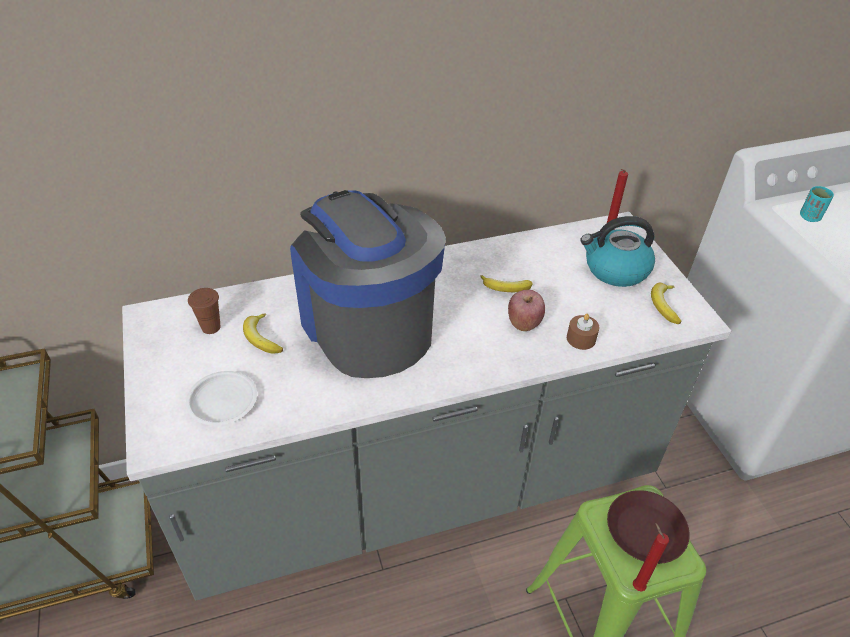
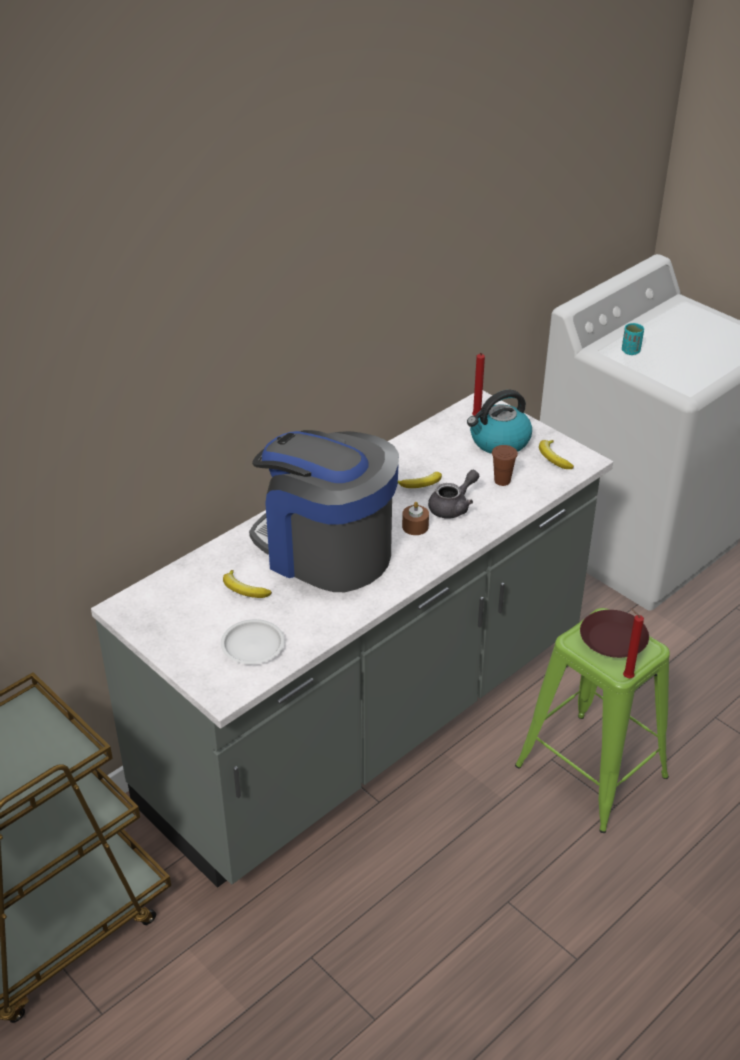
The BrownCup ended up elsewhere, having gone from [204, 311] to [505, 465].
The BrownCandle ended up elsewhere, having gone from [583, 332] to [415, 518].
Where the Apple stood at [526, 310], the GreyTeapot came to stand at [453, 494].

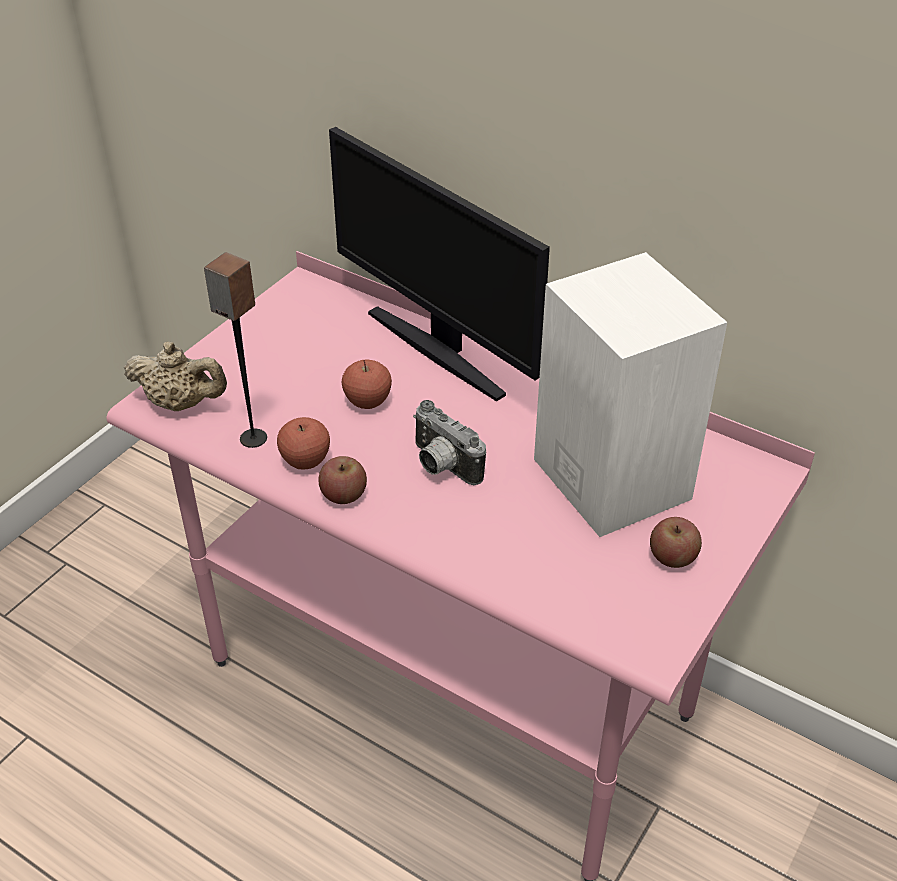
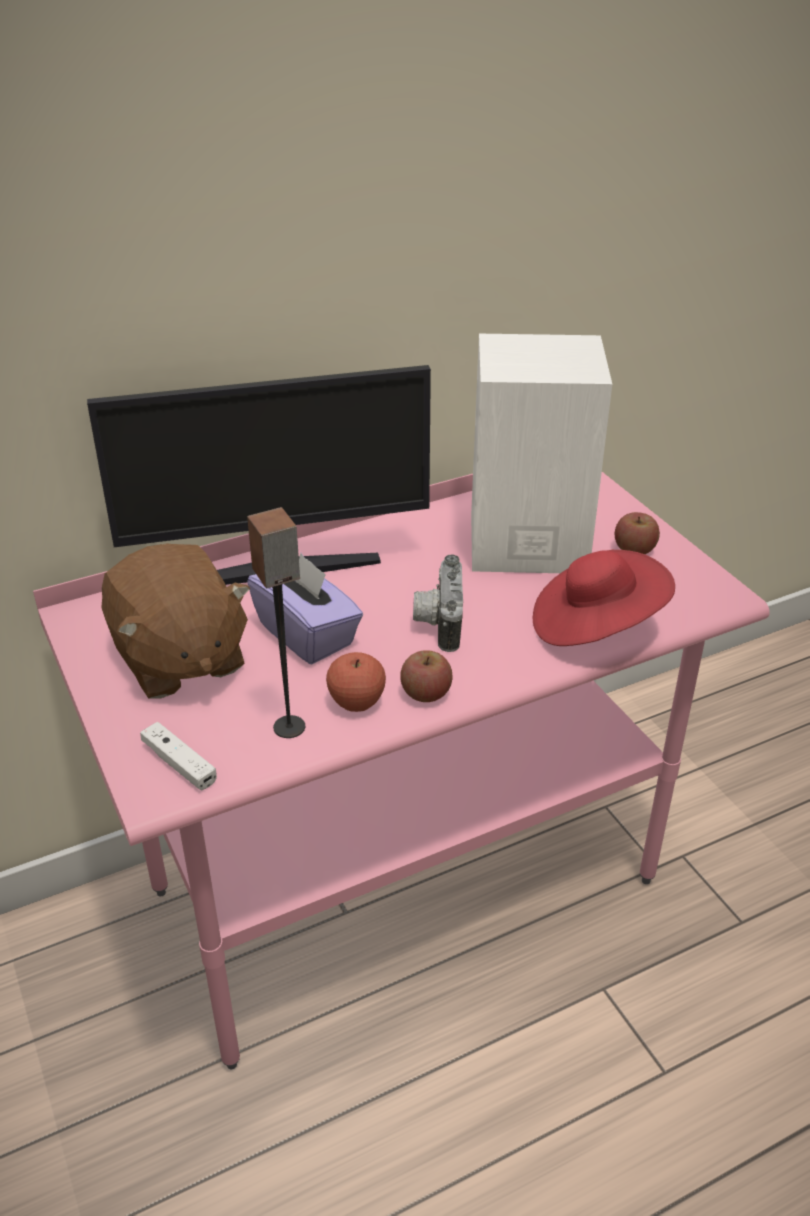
The second view gained the BrownPlushToy at [175, 621].
The second view gained the RedHat at [604, 598].
Where the BeigeTeapot stood at [175, 376], the WhiteGameController came to stand at [178, 756].
Where the Apple stood at [367, 384], the PurpleTissueBox came to stand at [305, 608].
The PhotoCamera at [449, 442] ended up facing another way, 105 degrees clockwise from before.

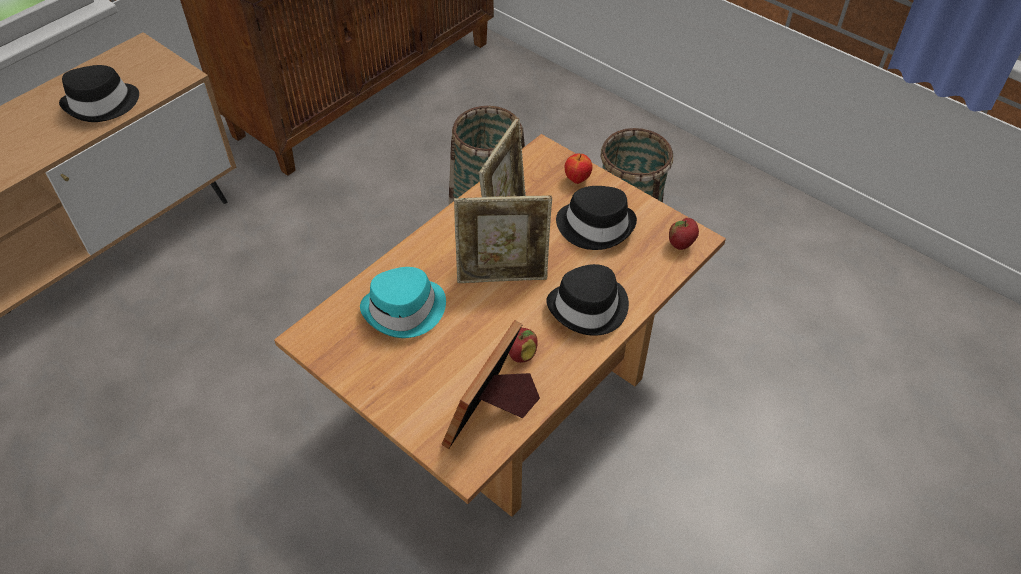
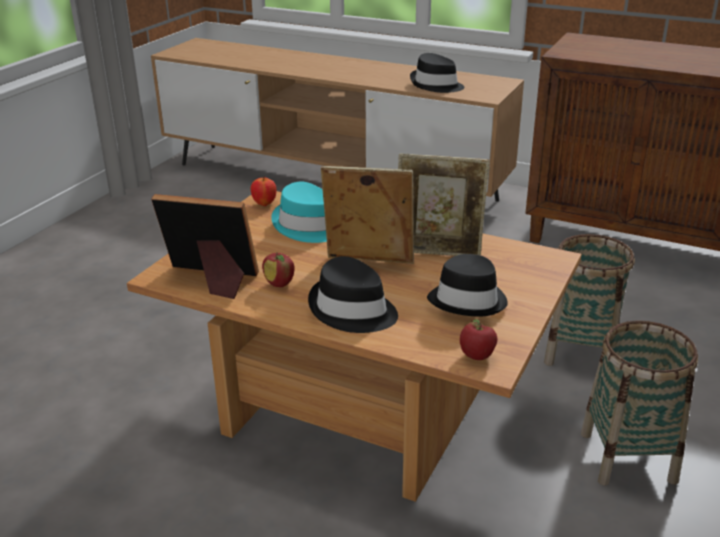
The Apple ended up elsewhere, having gone from [578, 168] to [264, 191].
The PictureFrame at [503, 239] ended up facing another way, 120 degrees clockwise from before.

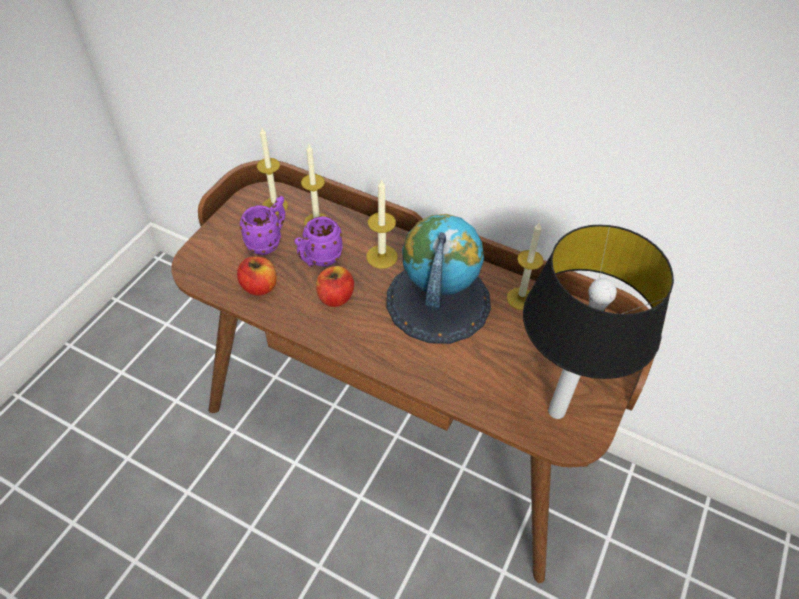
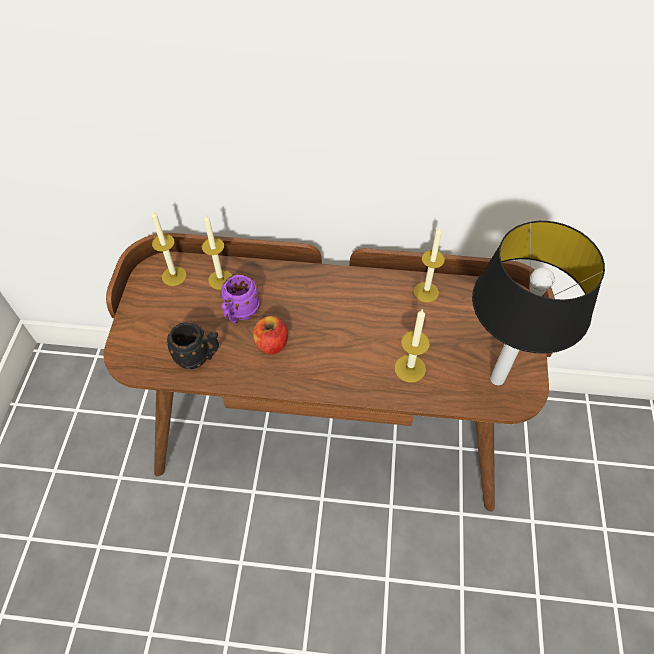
The second view lost the PurpleMug at [262, 225].
The second view lost the Globe at [439, 279].
The Candle ended up elsewhere, having gone from [382, 223] to [412, 346].
Where the Apple stood at [257, 276], the BlackMug came to stand at [192, 346].

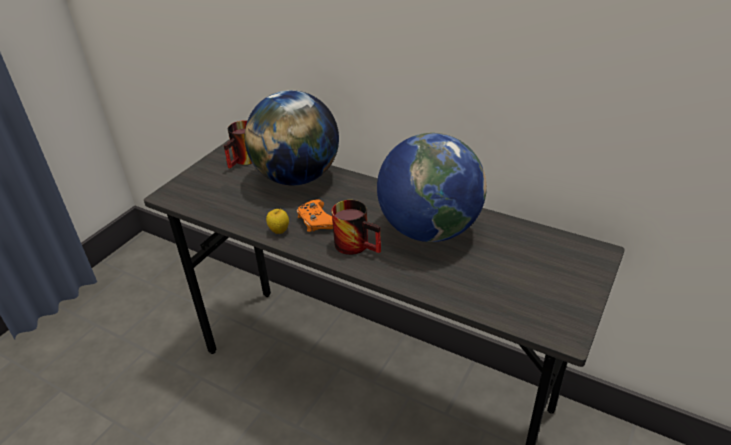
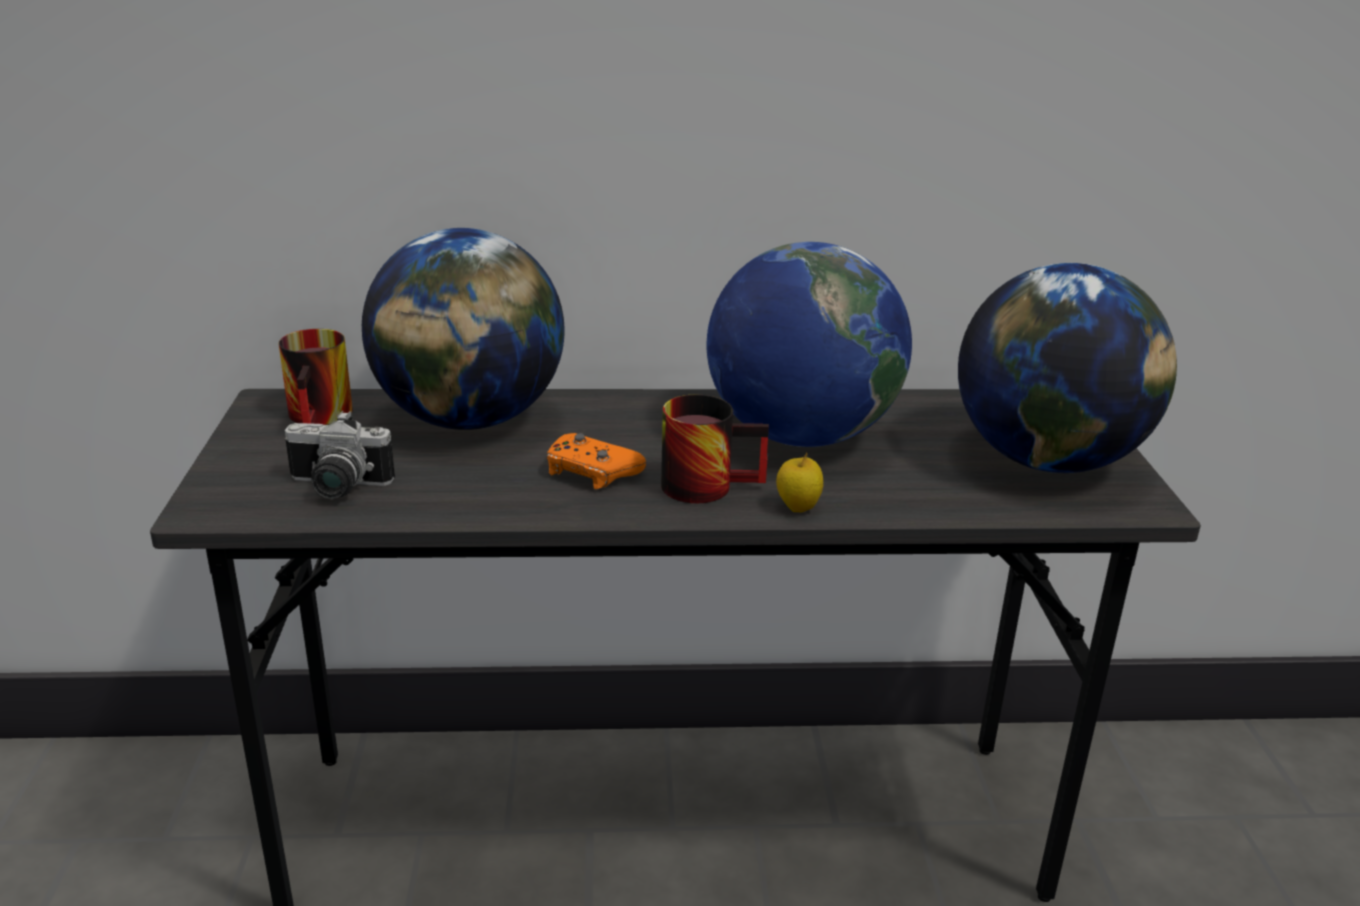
The second view gained the PhotoCamera at [340, 455].
The second view gained the Globe at [1067, 368].
The Apple ended up elsewhere, having gone from [277, 221] to [799, 483].

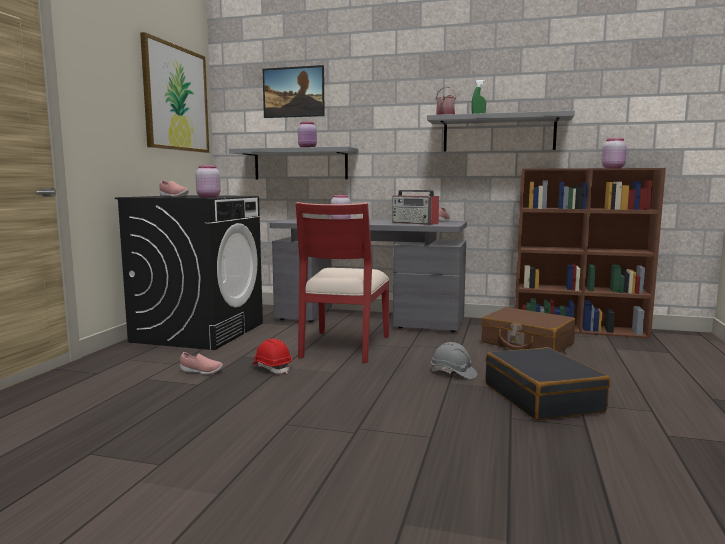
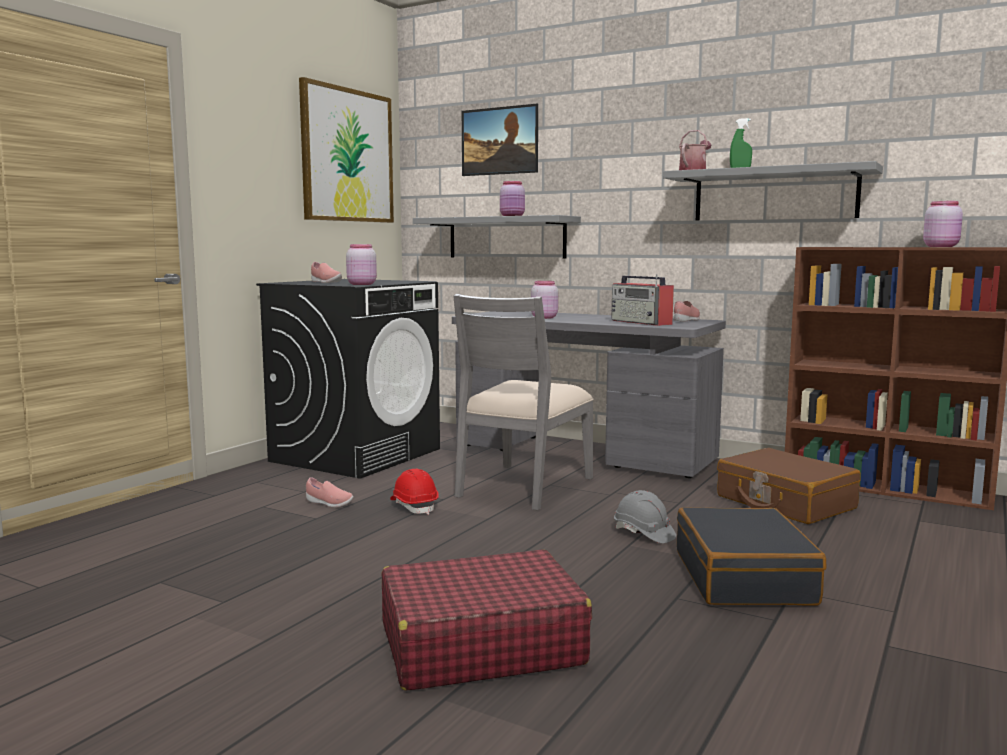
The second view gained the RedSuitcase at [487, 620].
What was the RedChair at [342, 282] turned into the GreyChair at [523, 402].

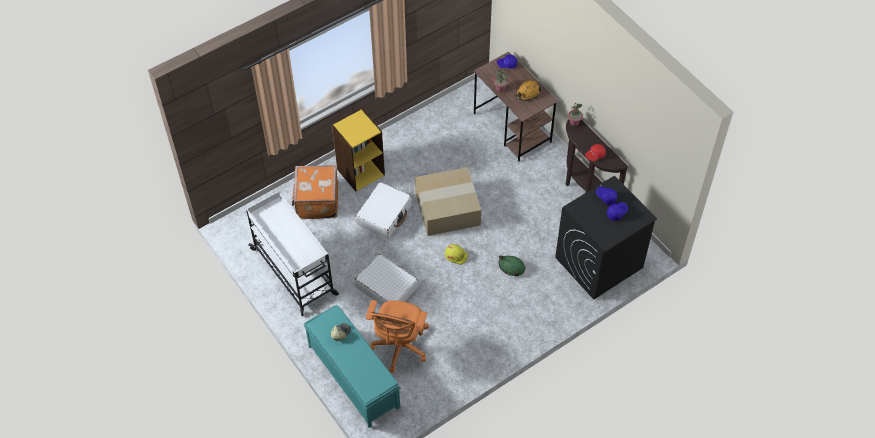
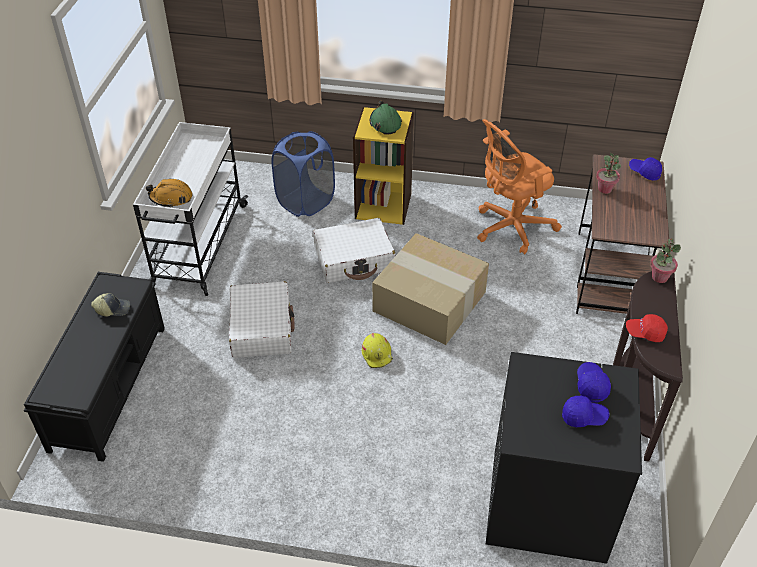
The OrangeOfficeChair ended up elsewhere, having gone from [397, 336] to [519, 187].
The GreenHardHat ended up elsewhere, having gone from [512, 265] to [386, 118].
The OrangeHardHat ended up elsewhere, having gone from [528, 90] to [169, 193].
Where the OrangeSuitcase stood at [315, 192], the BlueLaundryBasket came to stand at [303, 174].
What was the TurquoiseBench at [352, 366] turned into the BlackBench at [94, 367].

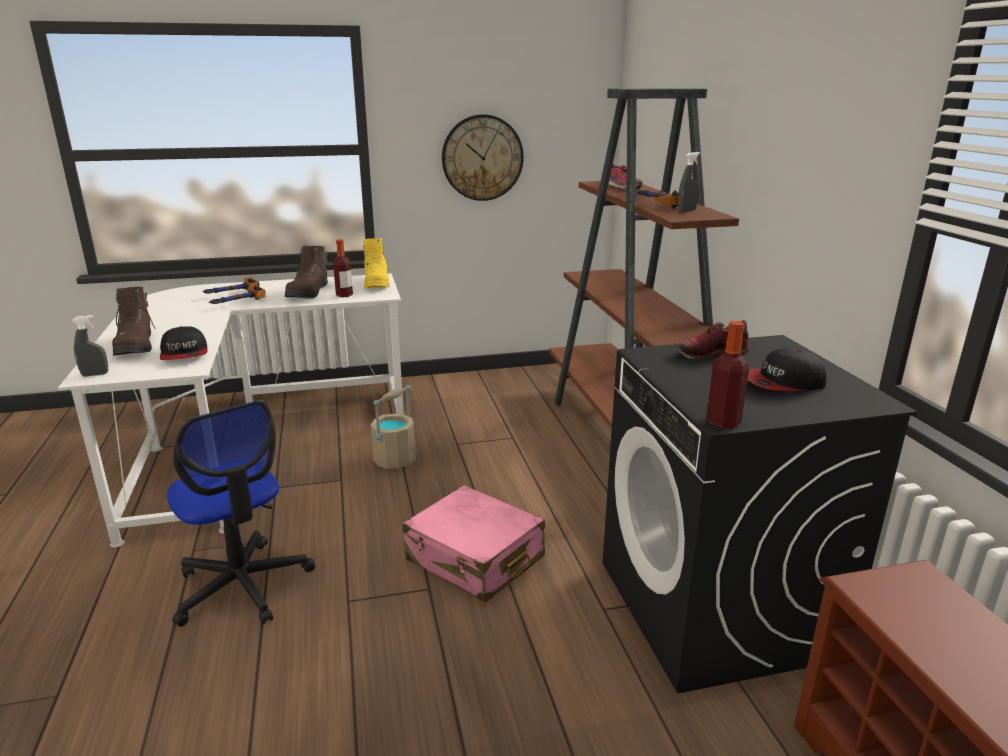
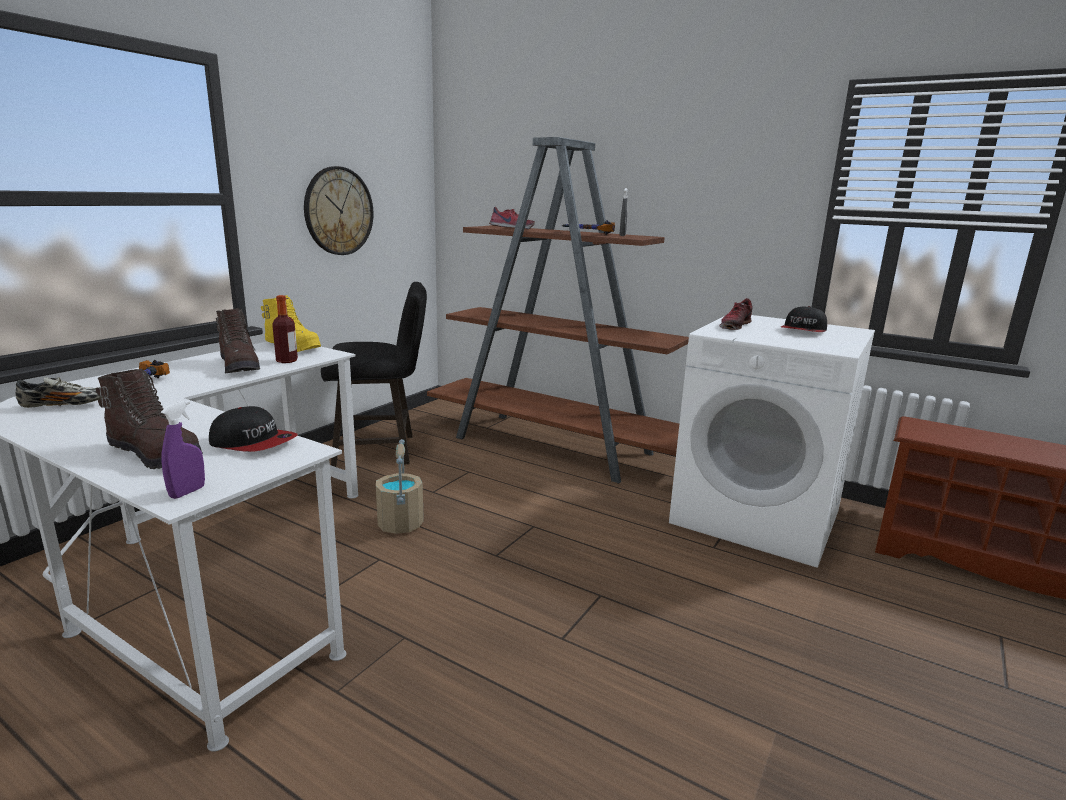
The second view lost the OfficeChair at [241, 513].
The second view lost the Hammer at [238, 294].
The second view lost the PinkSuitcase at [473, 544].
The second view lost the Bottle at [727, 374].
The second view gained the Shoe at [59, 392].
The second view gained the BlackStool at [374, 374].
What was the GreySprayBottle at [90, 346] turned into the PurpleSprayBottle at [183, 449].
What was the BlackWashingMachine at [759, 514] turned into the WhiteWashingMachine at [772, 441].

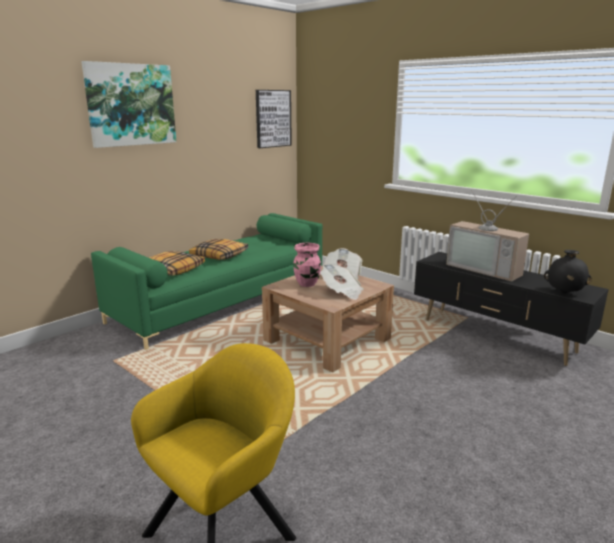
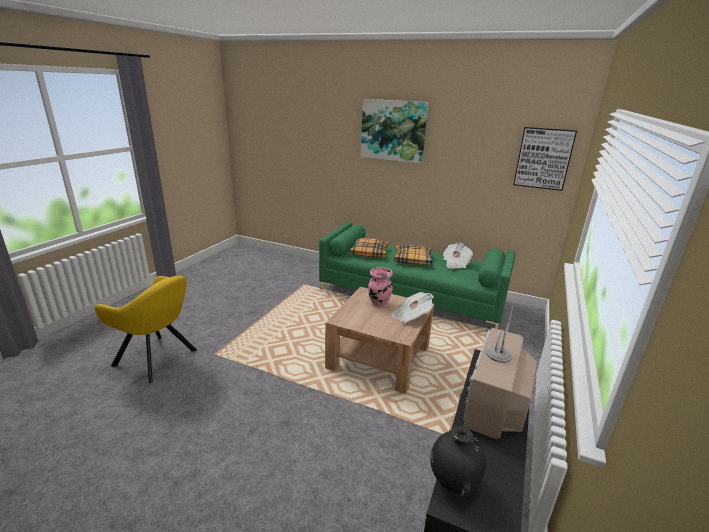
The Newspaper ended up elsewhere, having gone from [342, 282] to [458, 256].

